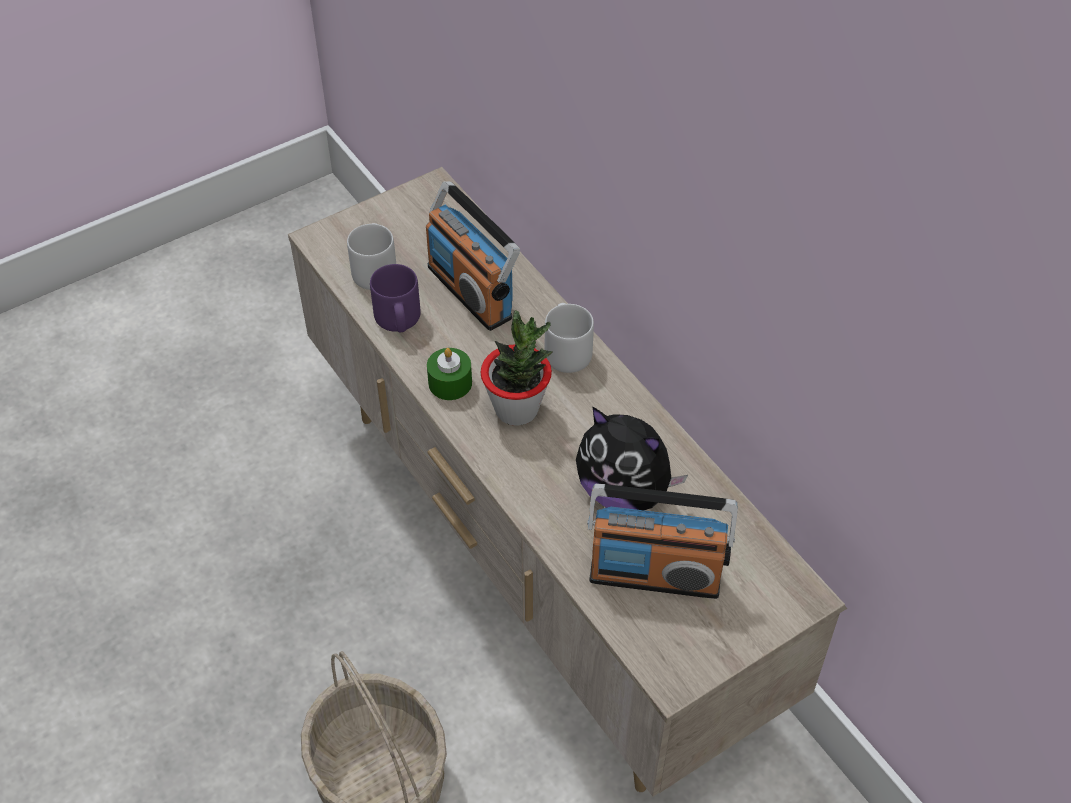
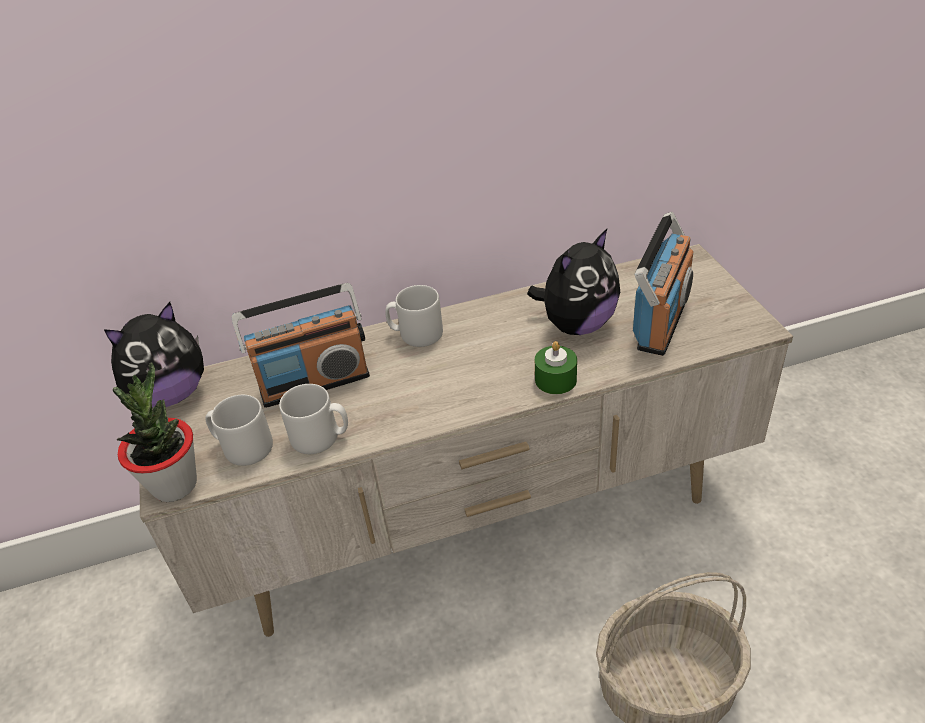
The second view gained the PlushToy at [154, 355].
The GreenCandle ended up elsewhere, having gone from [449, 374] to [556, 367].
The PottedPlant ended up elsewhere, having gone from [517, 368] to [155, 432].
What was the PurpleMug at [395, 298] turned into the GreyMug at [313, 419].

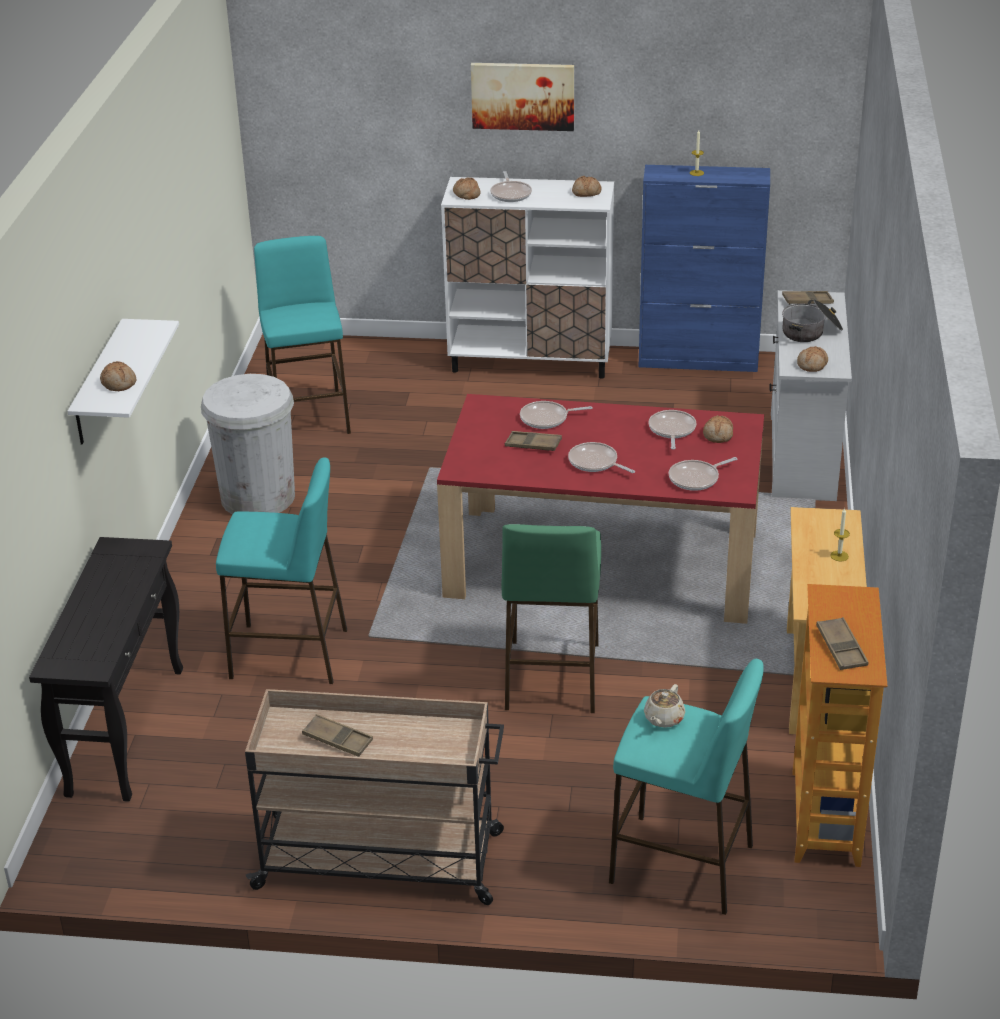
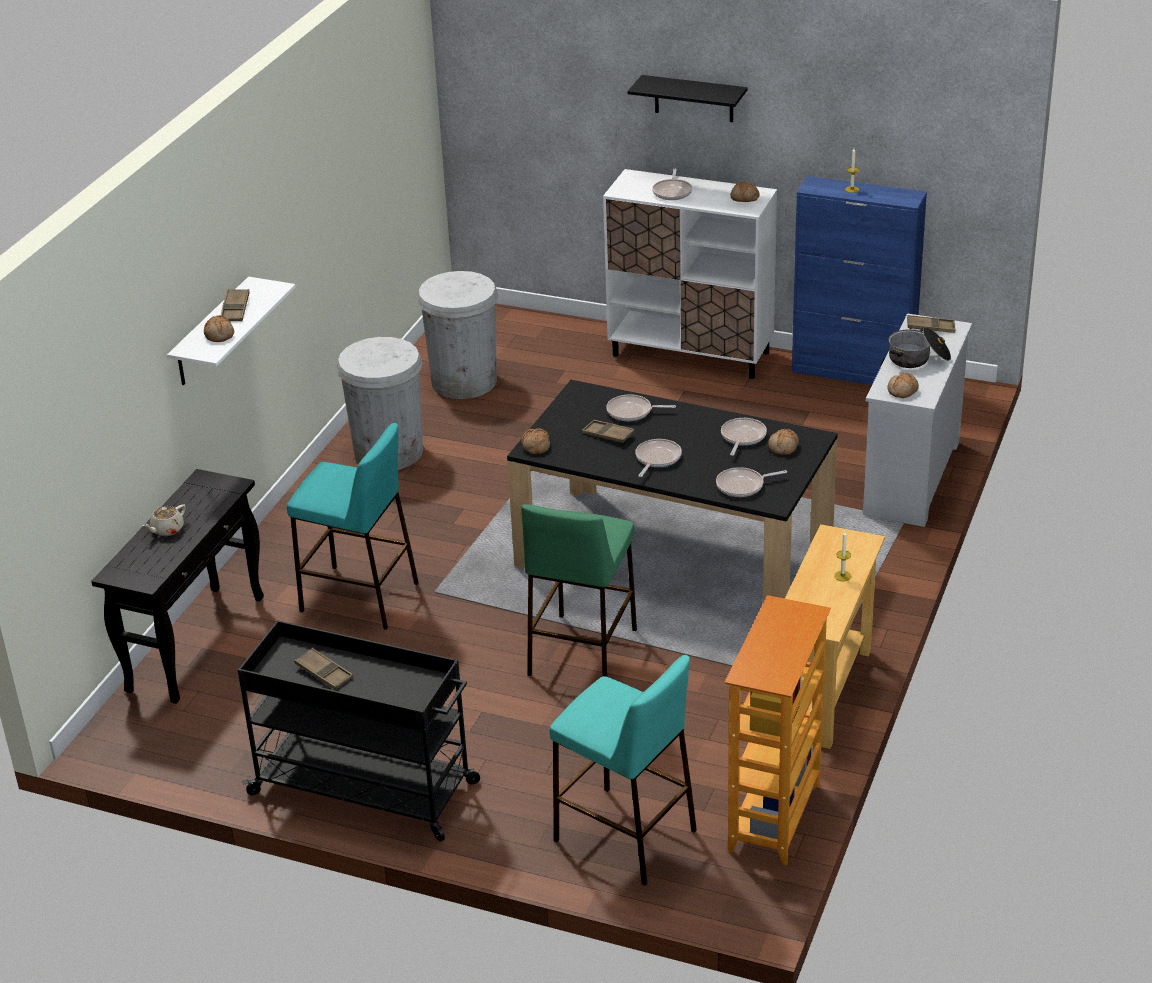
The Bread ended up elsewhere, having gone from [467, 189] to [535, 441].
The BeigeTeapot ended up elsewhere, having gone from [664, 706] to [164, 520].
The BrownTray ended up elsewhere, having gone from [842, 643] to [235, 305].
Where the TurquoiseStool stood at [302, 335], the WhiteTrashCan came to stand at [457, 335].
Where the Picture hung at [522, 97], the BlackShelf came to hang at [687, 98].
What was the BeigeCart at [374, 797] turned into the BlackCart at [359, 731].
What was the RedDiningTable at [600, 509] turned into the BlackDiningTable at [672, 491].
The FryingPan at [601, 457] ended up facing another way, 60 degrees clockwise from before.

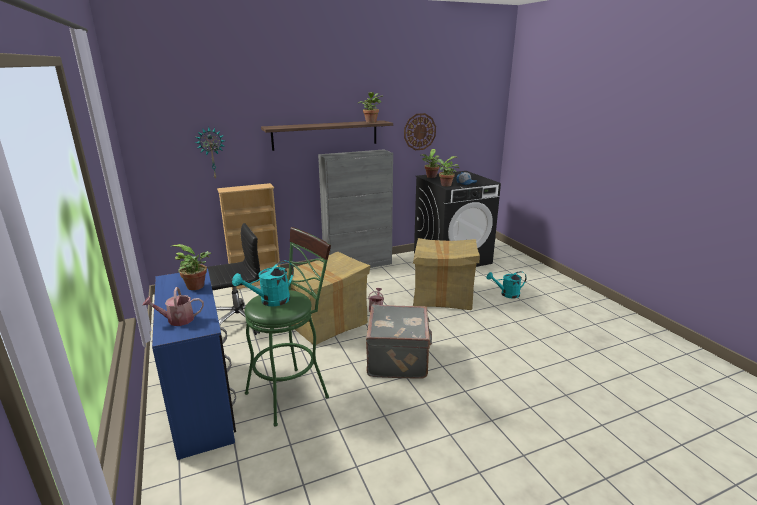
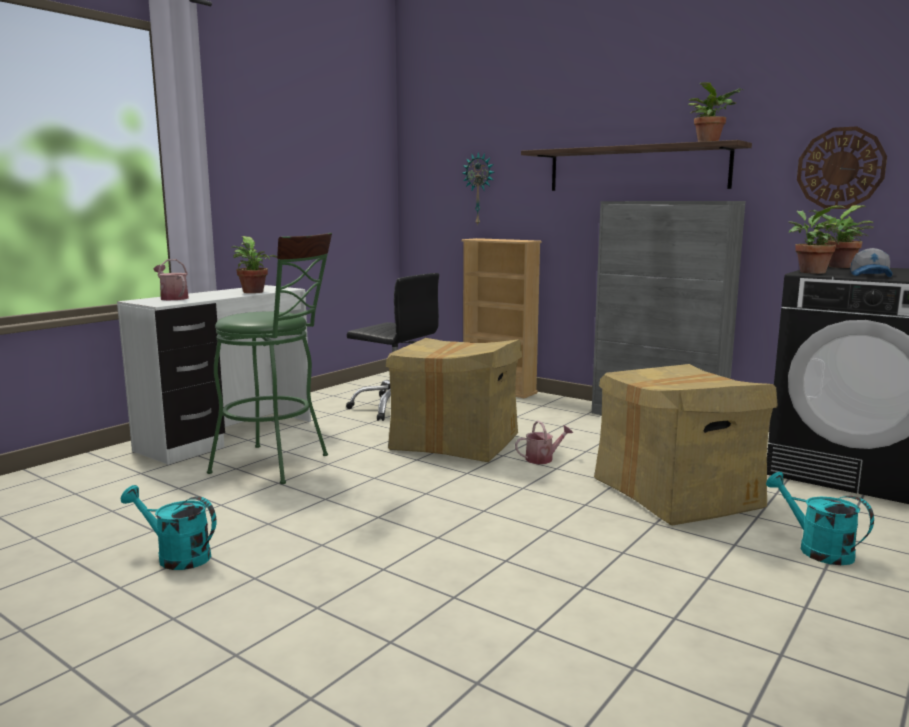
The second view lost the GreySuitcase at [399, 341].
The TurquoiseWateringCan ended up elsewhere, having gone from [263, 283] to [168, 527].
What was the BlueDesk at [194, 364] turned into the WhiteDesk at [214, 375].

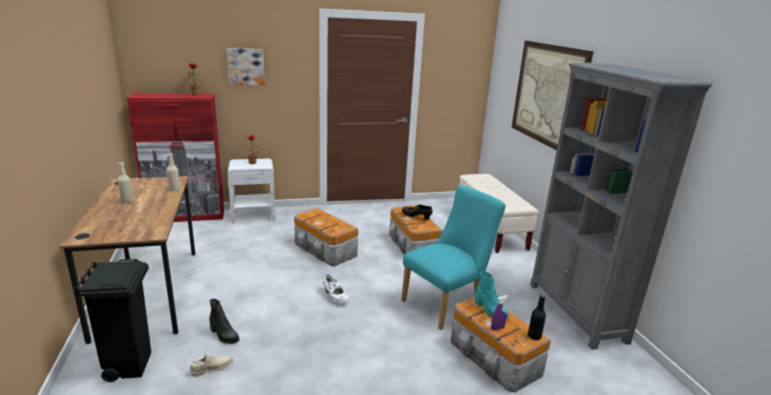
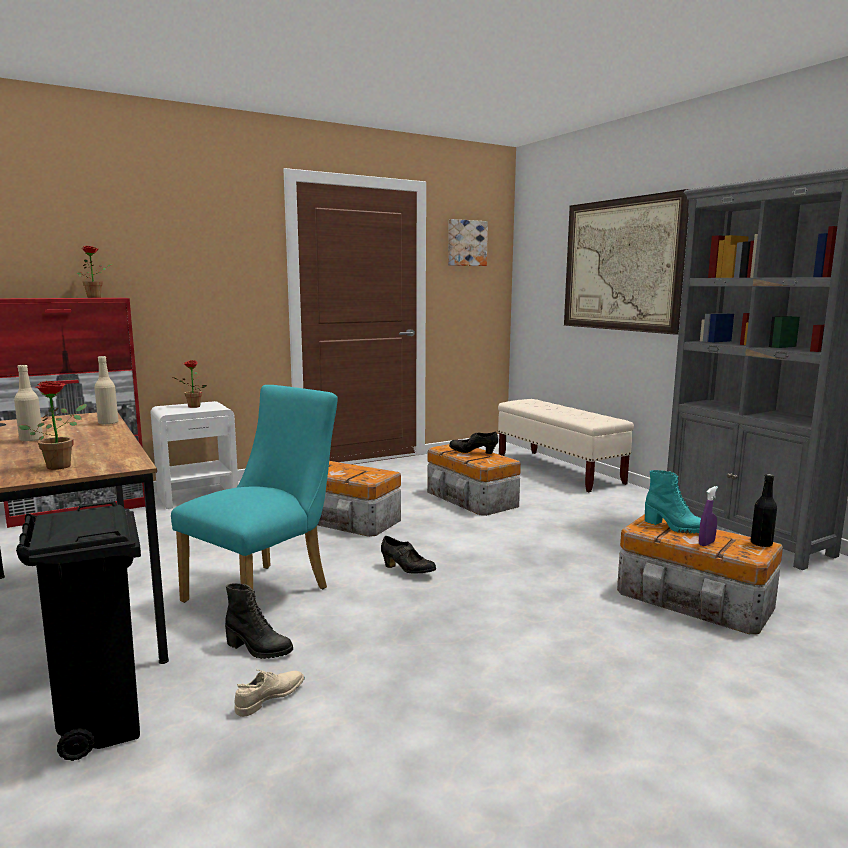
The second view gained the PottedPlant at [53, 425].
The Picture ended up elsewhere, having gone from [246, 66] to [468, 242].
The TurquoiseChair ended up elsewhere, having gone from [453, 257] to [254, 494].
What was the WhiteShoe at [336, 288] turned into the BlackShoe at [408, 555].

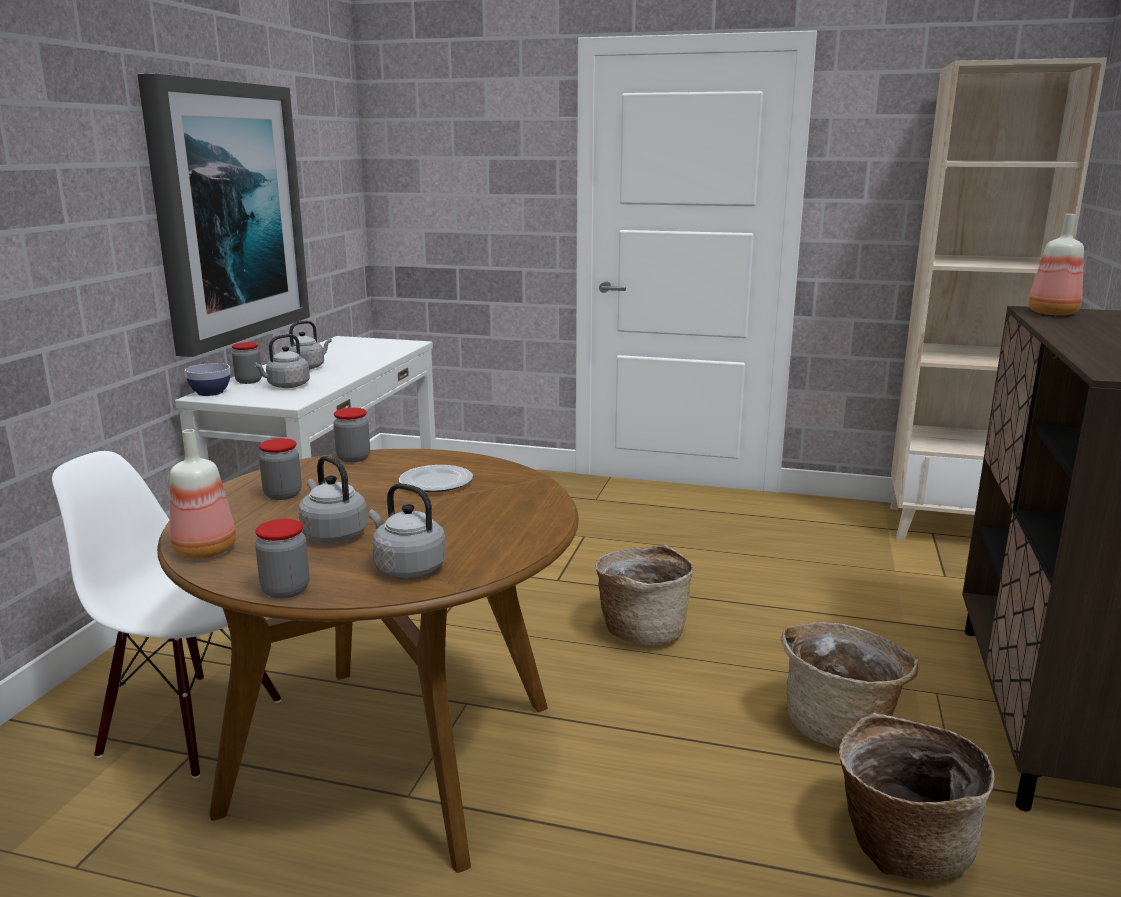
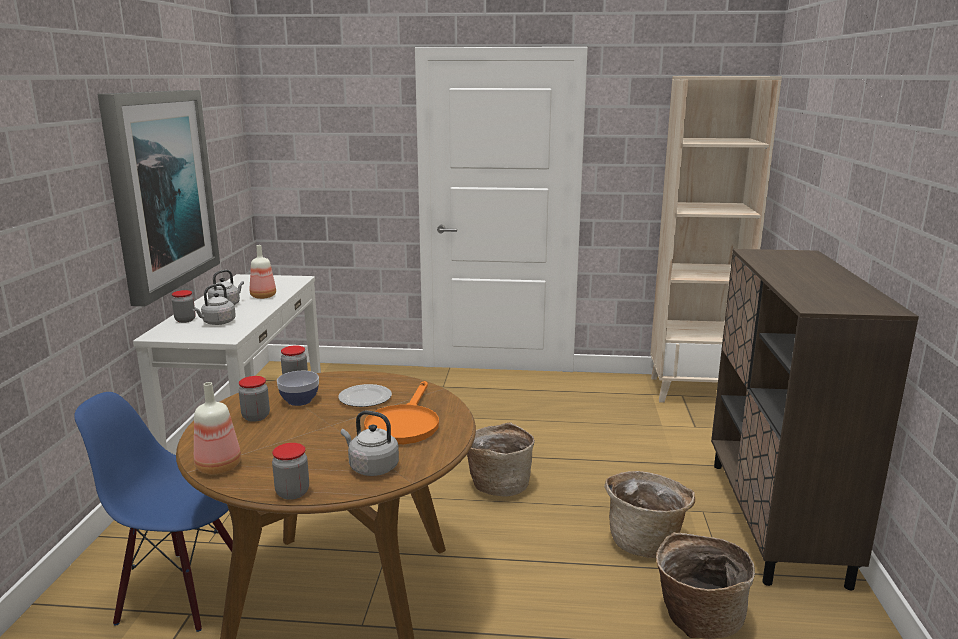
The second view lost the GreyKettle at [333, 499].
The second view gained the OrangeFryingPan at [401, 412].
The Bowl ended up elsewhere, having gone from [207, 379] to [298, 388].
The Bottle ended up elsewhere, having gone from [1056, 264] to [263, 272].
What was the WhiteChair at [166, 614] turned into the BlueChair at [153, 512].

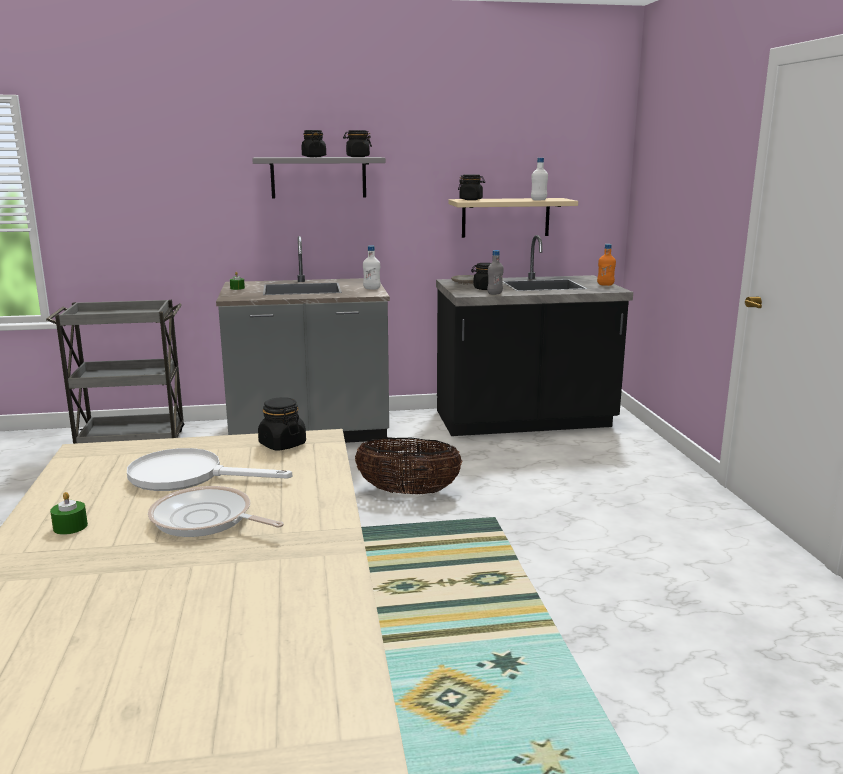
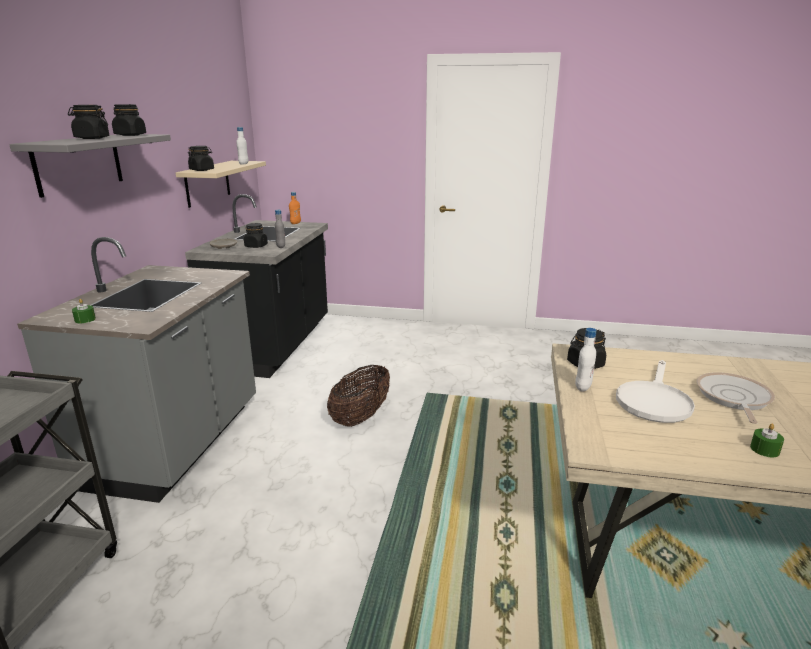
The WhiteBottle ended up elsewhere, having gone from [372, 267] to [586, 360].
The FryingPan at [216, 511] ended up facing another way, 150 degrees clockwise from before.

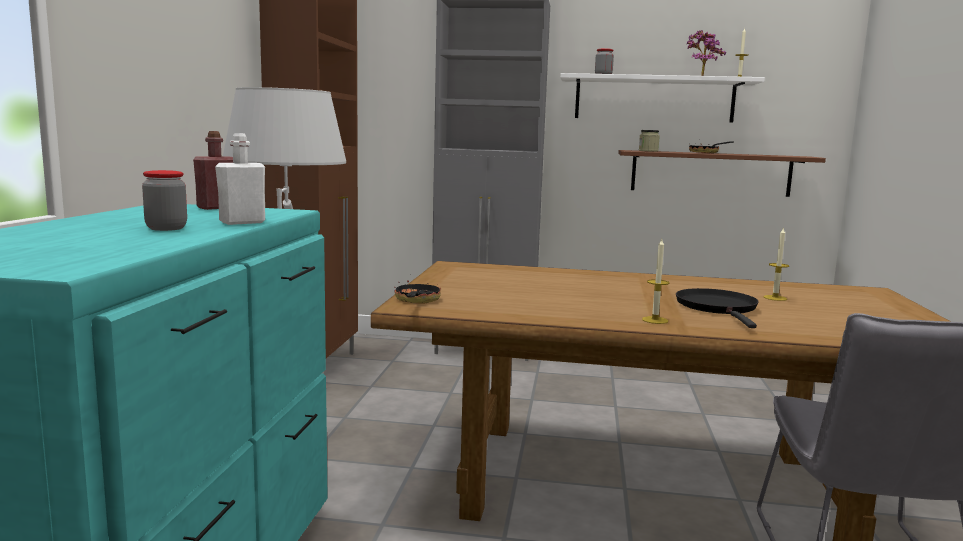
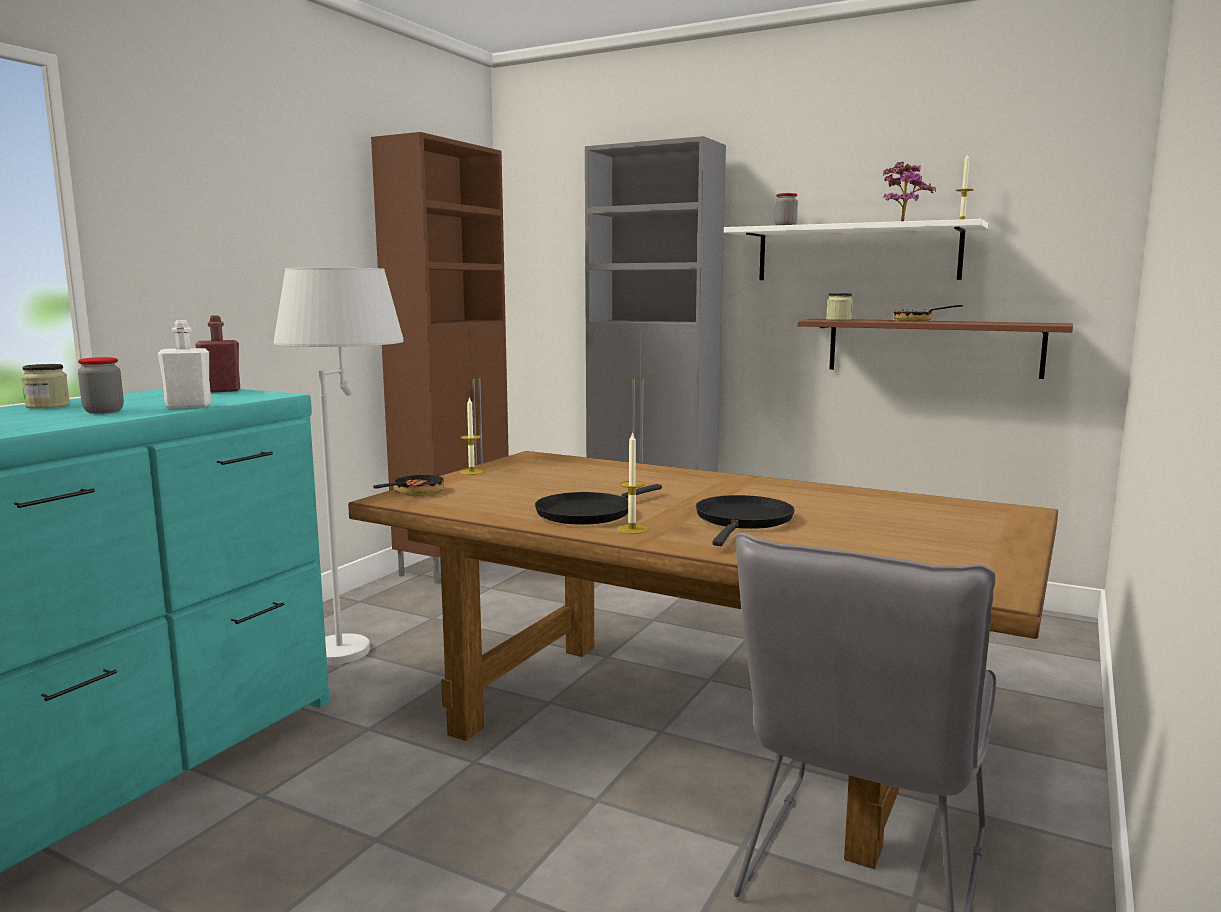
The second view gained the Jar at [45, 386].
The second view gained the BlackFryingPan at [598, 504].
The Candle ended up elsewhere, having gone from [776, 264] to [472, 436].

